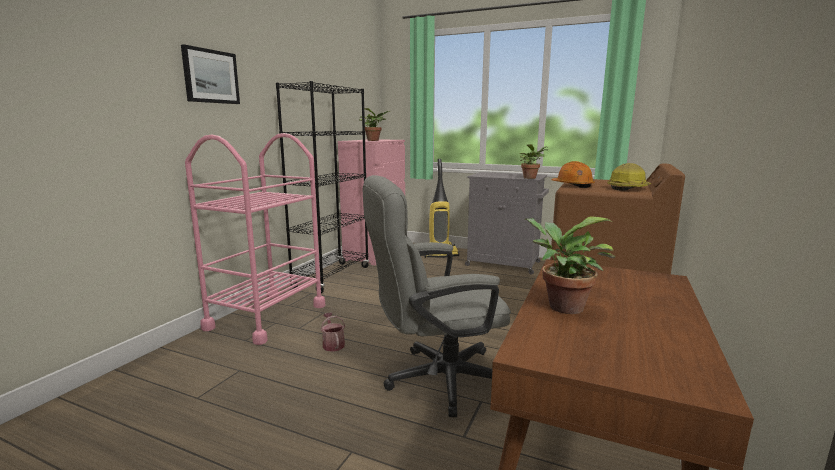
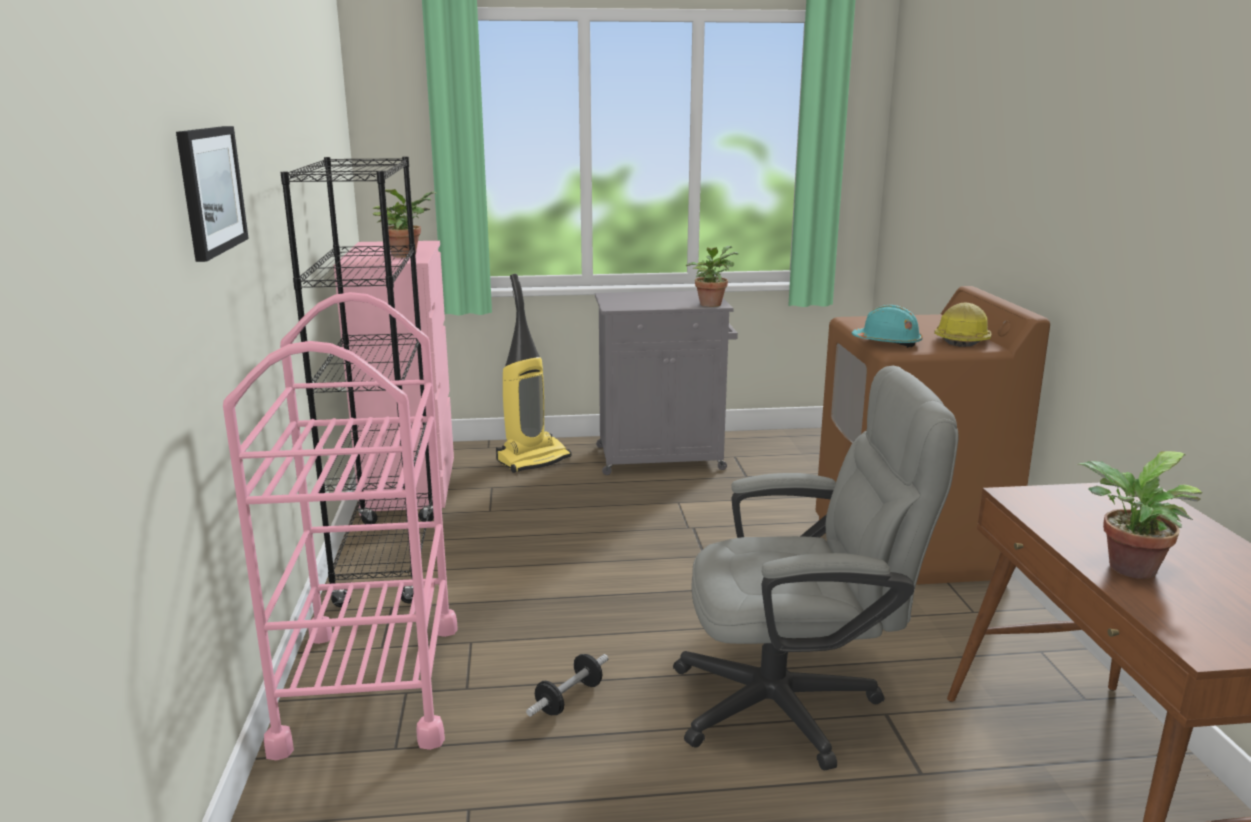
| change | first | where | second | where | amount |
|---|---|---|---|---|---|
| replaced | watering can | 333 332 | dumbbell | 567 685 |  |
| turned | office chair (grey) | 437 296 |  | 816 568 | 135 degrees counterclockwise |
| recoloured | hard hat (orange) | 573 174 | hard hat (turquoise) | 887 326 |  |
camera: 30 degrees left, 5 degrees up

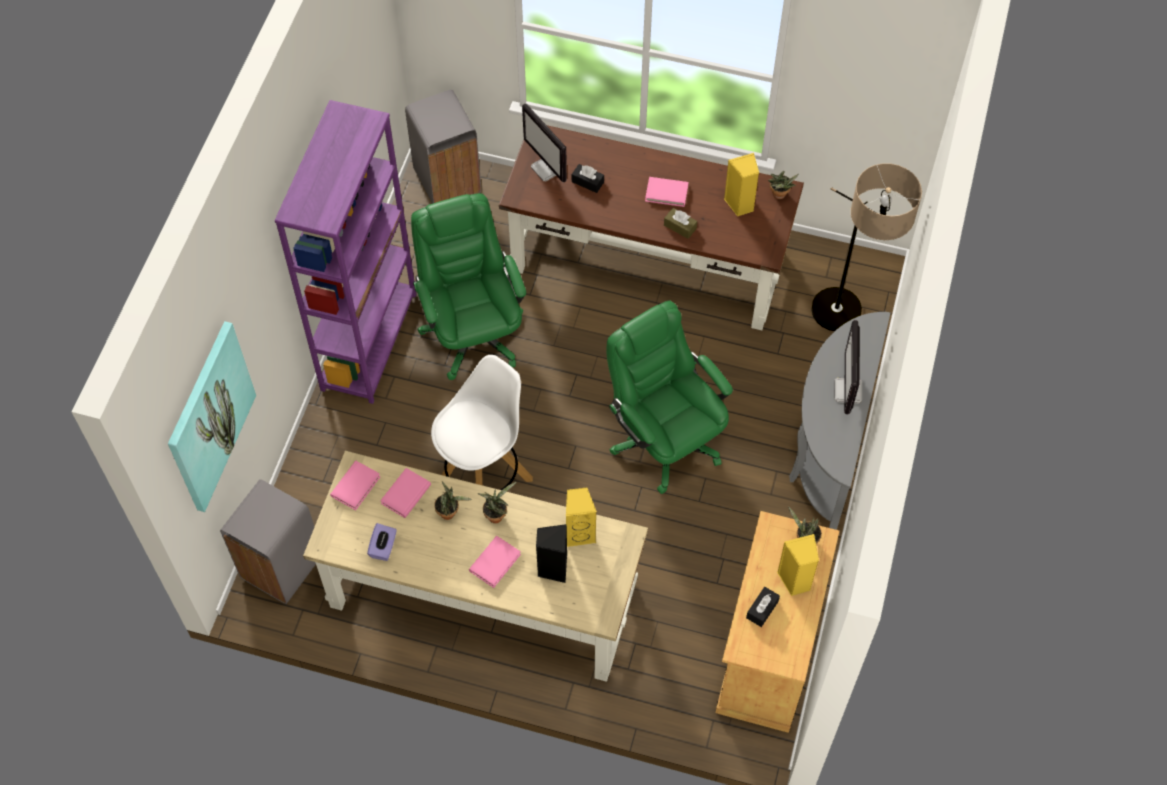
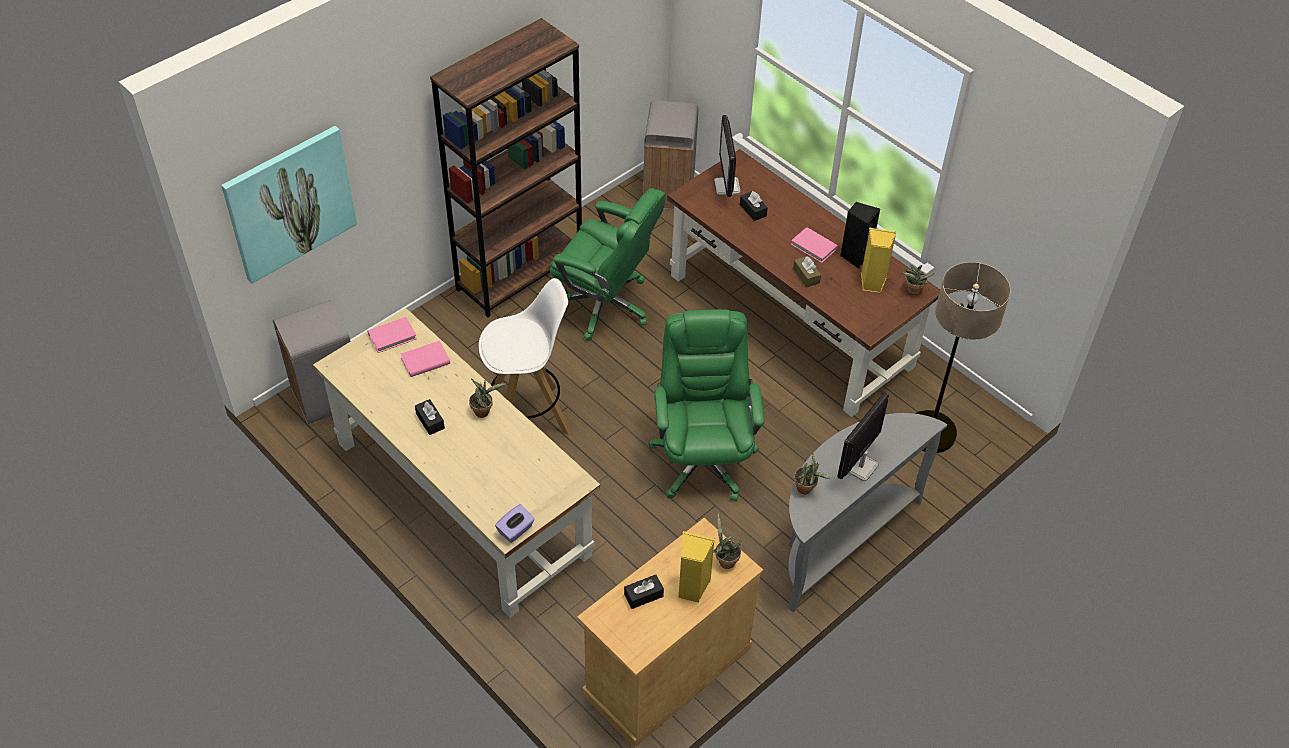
| change | first | where | second | where | amount |
|---|---|---|---|---|---|
| added |  |  | tissue box (black) | 430 417 |  |
| recoloured | bookcase (purple) | 346 252 | bookcase (brown) | 506 168 |  |
| moved | tissue box (purple) | 382 542 |  | 515 523 |  |
| turned | office chair (green) | 468 286 |  | 608 264 | 105 degrees clockwise |
| moved | potted plant | 453 501 |  | 812 473 |  |
| moved | speaker (black) | 551 553 |  | 860 235 |  |
| removed | book (pink) | 495 562 |  |  |  |
| removed | speaker (yellow) | 581 517 |  |  |  |
camera: 30 degrees right, 10 degrees down

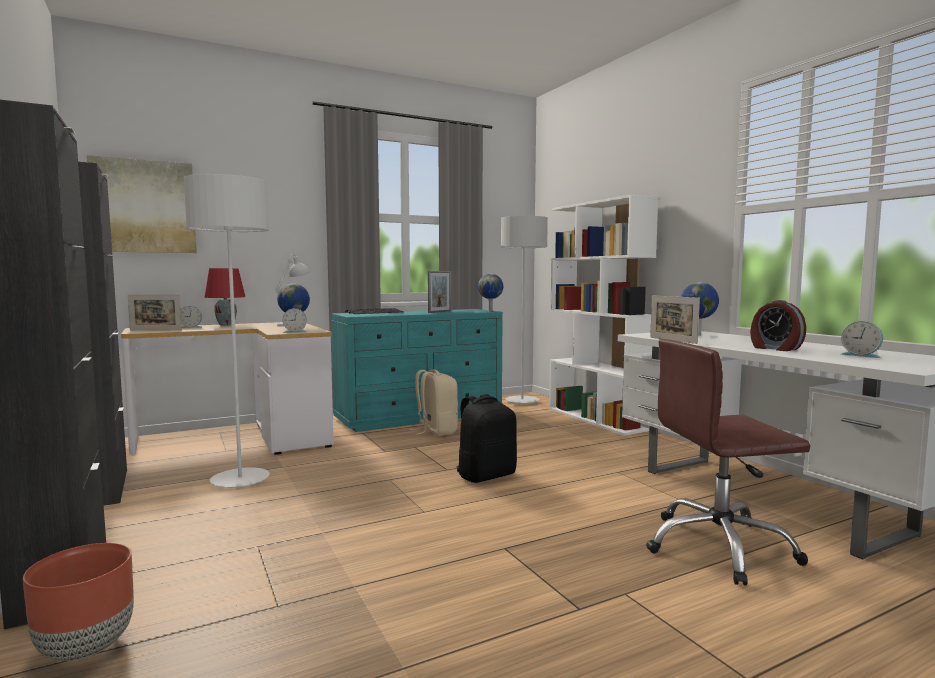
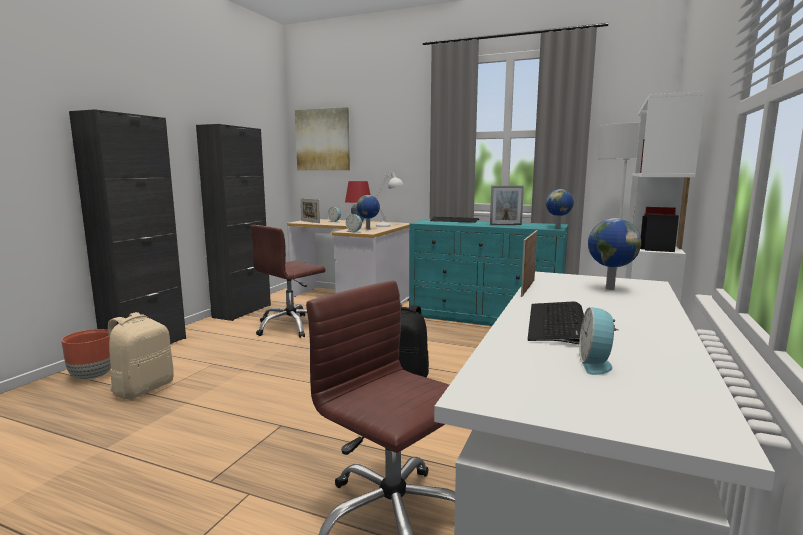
| change | first | where | second | where | amount |
|---|---|---|---|---|---|
| moved | backpack (beige) | 433 402 |  | 141 355 |  |
| replaced | floor lamp (white) | 227 331 | office chair (brown) | 287 281 |  |
| replaced | alarm clock | 778 325 | keyboard | 556 322 |  |
camera: 50 degrees right, 5 degrees up

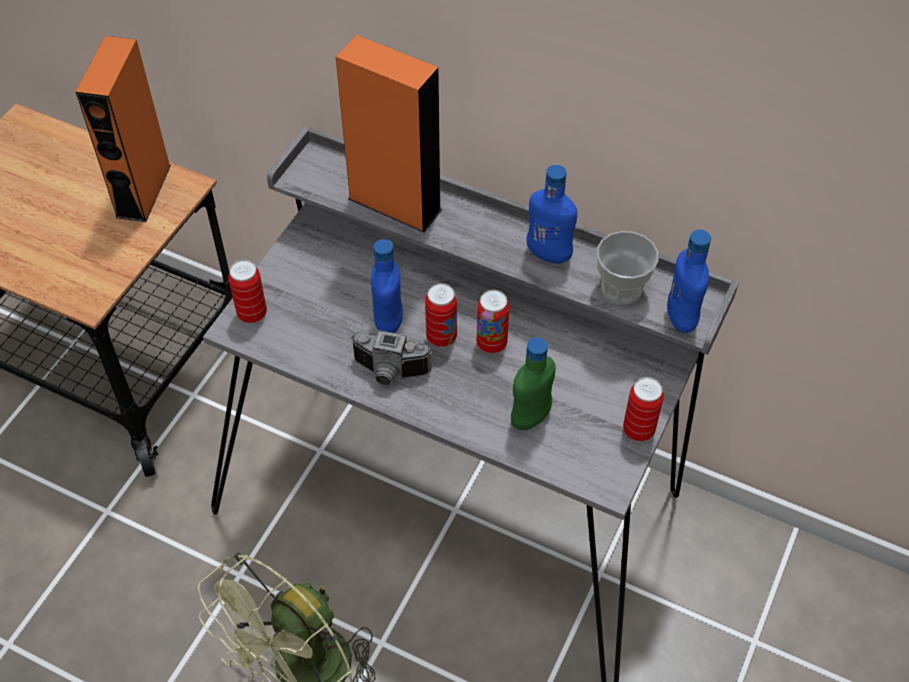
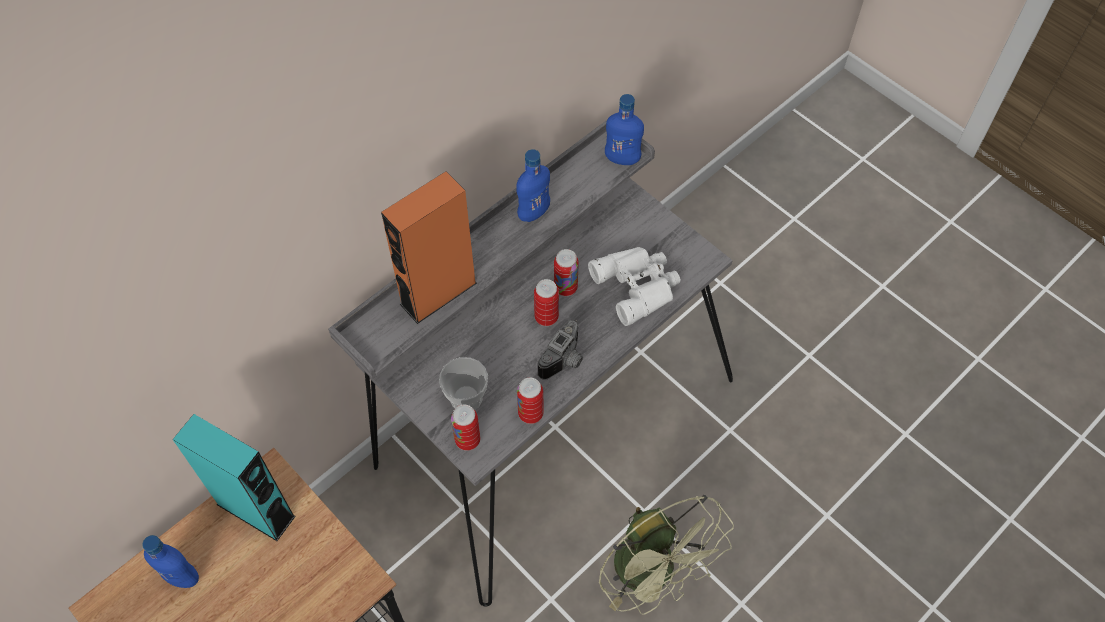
| change | first | where | second | where | amount |
|---|---|---|---|---|---|
| moved | bottle (blue) | 387 286 |  | 170 561 |  |
| recoloured | speaker (orange) | 123 129 | speaker (turquoise) | 234 477 |  |
| moved | cup | 628 268 |  | 463 383 |  |
| moved | can | 643 409 |  | 530 401 |  |
| replaced | bottle (green) | 533 383 | binoculars (white) | 634 286 |  |
camera: 70 degrees left, 5 degrees up

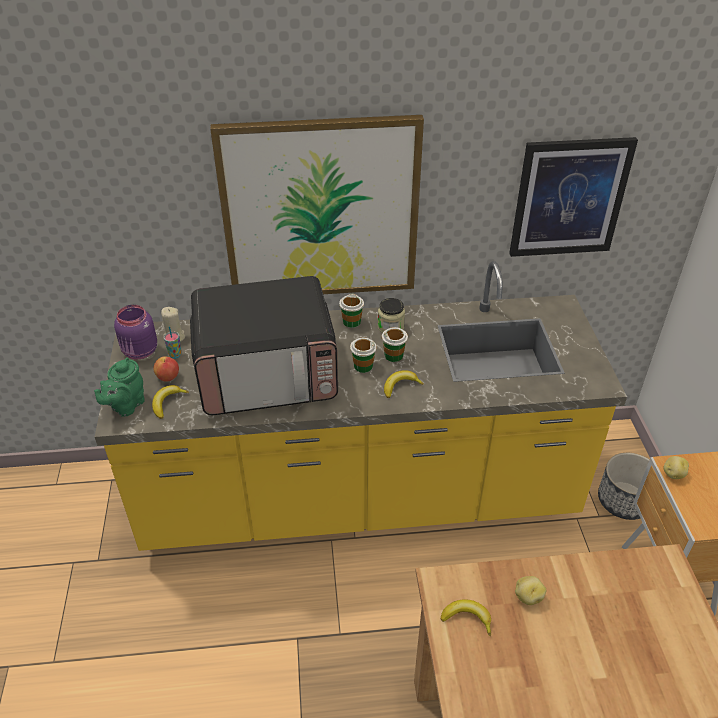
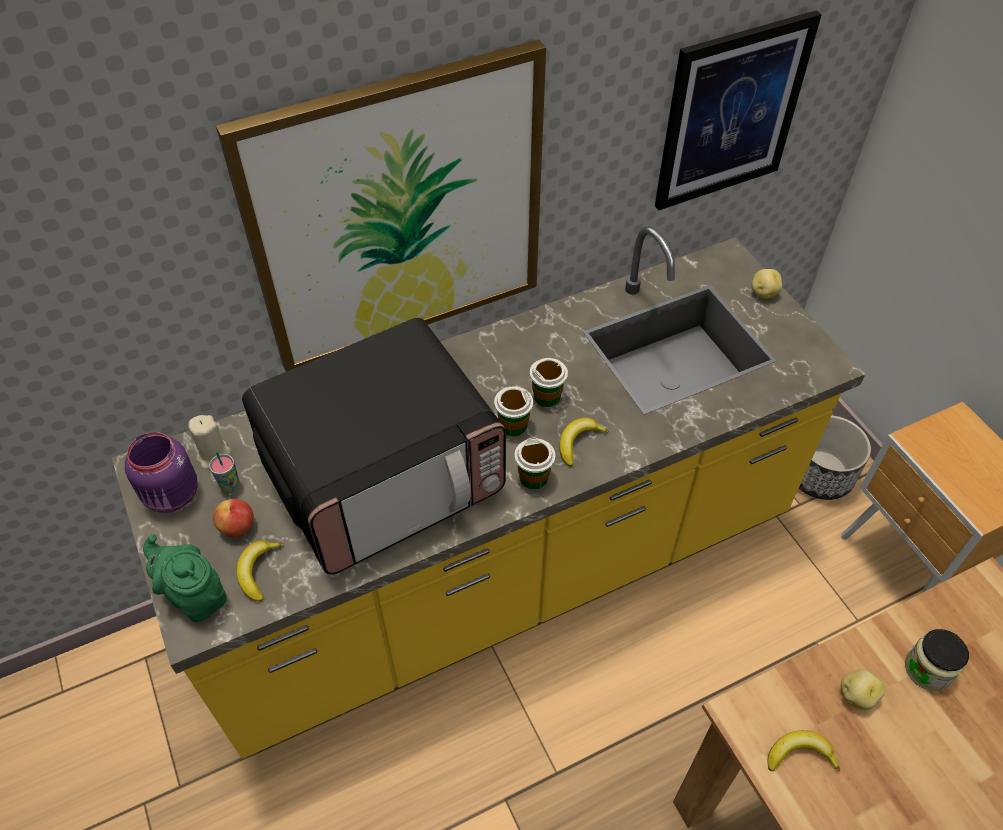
| change | first | where | second | where | amount |
|---|---|---|---|---|---|
| turned | teapot (green) | 119 387 |  | 185 578 | 120 degrees clockwise |
| moved | cup | 351 311 |  | 535 463 |  |
| moved | potato | 676 467 |  | 767 284 |  |
| moved | jar | 391 315 |  | 937 660 |  |
camera: 20 degrees left, 10 degrees up

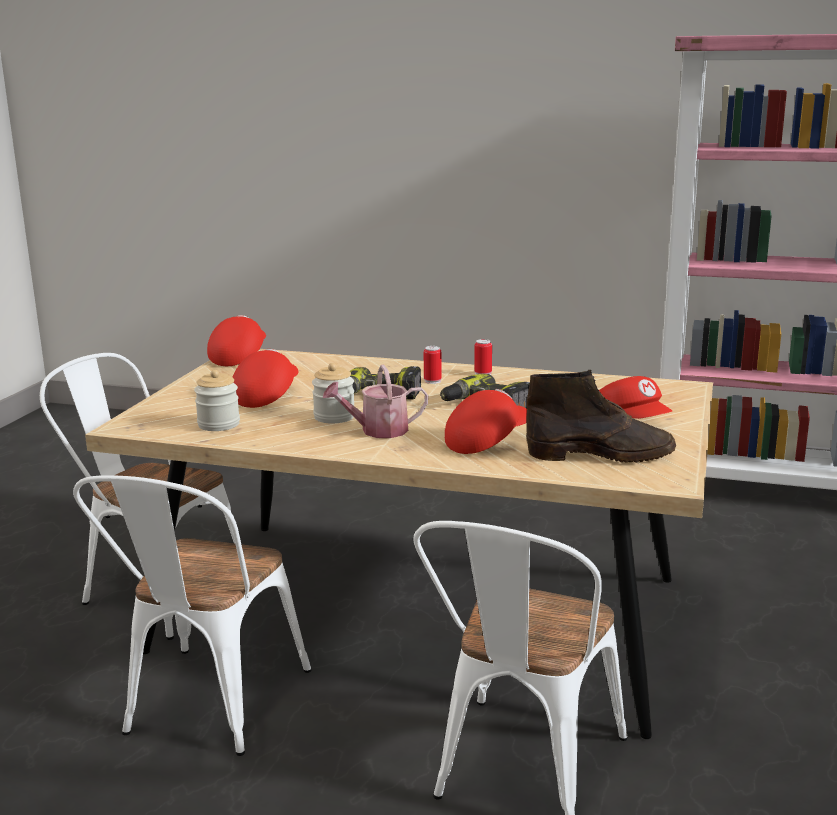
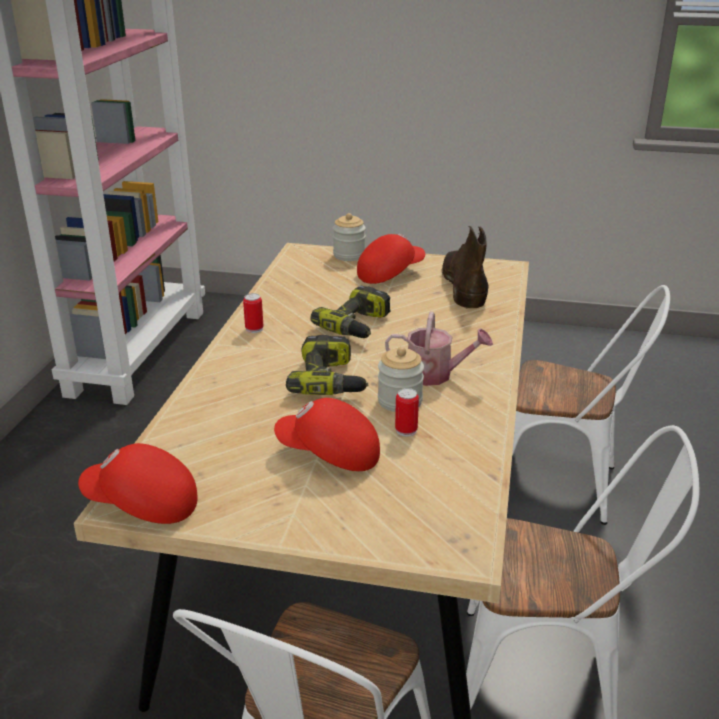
| change | first | where | second | where | amount |
|---|---|---|---|---|---|
| moved | jar | 217 400 |  | 349 237 |  |
| turned | watering can | 375 401 |  | 439 349 | 60 degrees counterclockwise |
| moved | can | 433 365 |  | 407 412 |  |
| removed | cap (red) | 486 421 |  |  |  |
camera: 95 degrees left, 10 degrees up

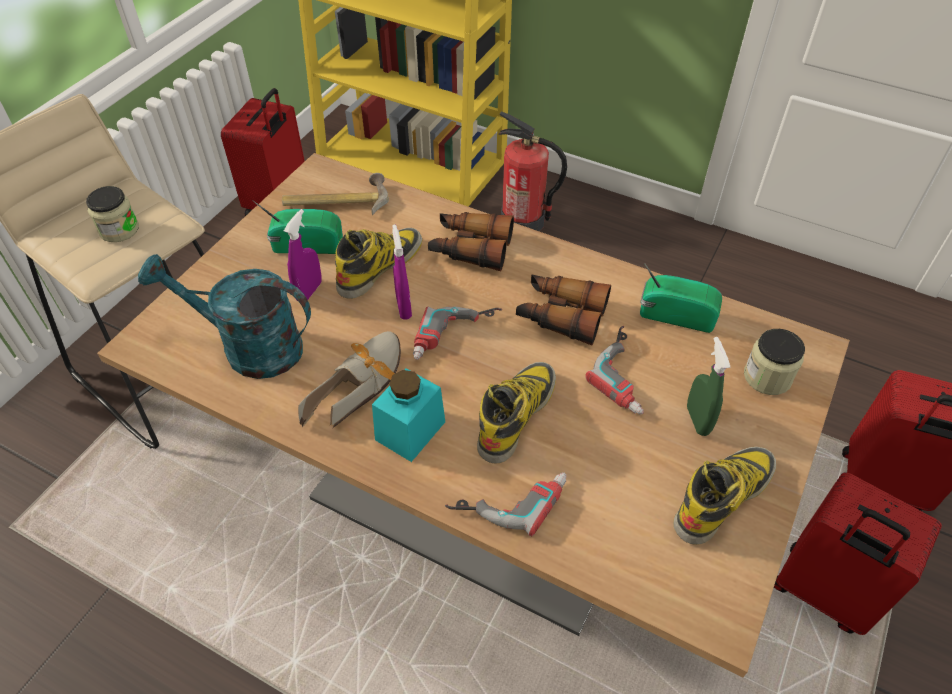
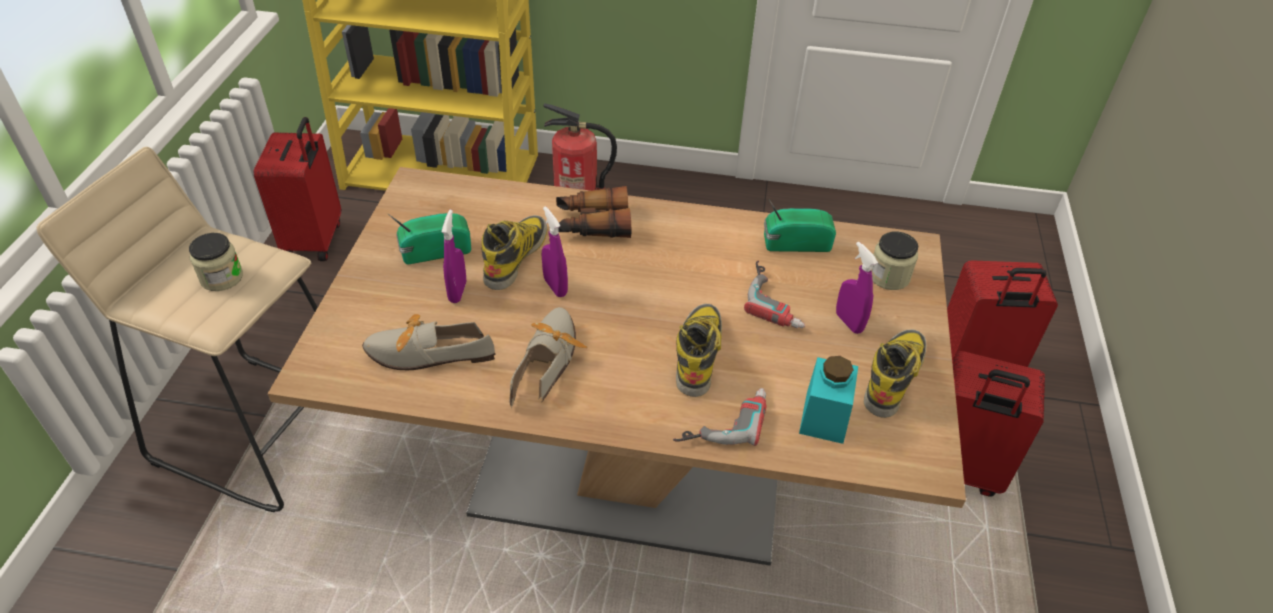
| change | first | where | second | where | amount |
|---|---|---|---|---|---|
| replaced | watering can (turquoise) | 224 316 | shoe | 429 342 |  |
| moved | jar (turquoise) | 408 415 |  | 828 400 |  |
| recoloured | spray bottle (green) | 708 386 | spray bottle (purple) | 857 288 |  |
| removed | hammer | 335 194 |  |  |  |
| removed | power drill | 457 333 |  |  |  |
| removed | binoculars | 563 310 |  |  |  |
camera: 20 degrees left, 5 degrees down

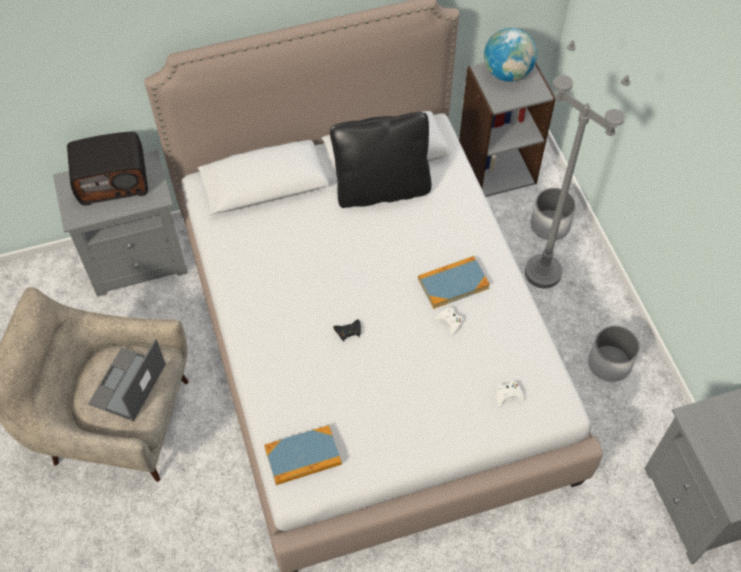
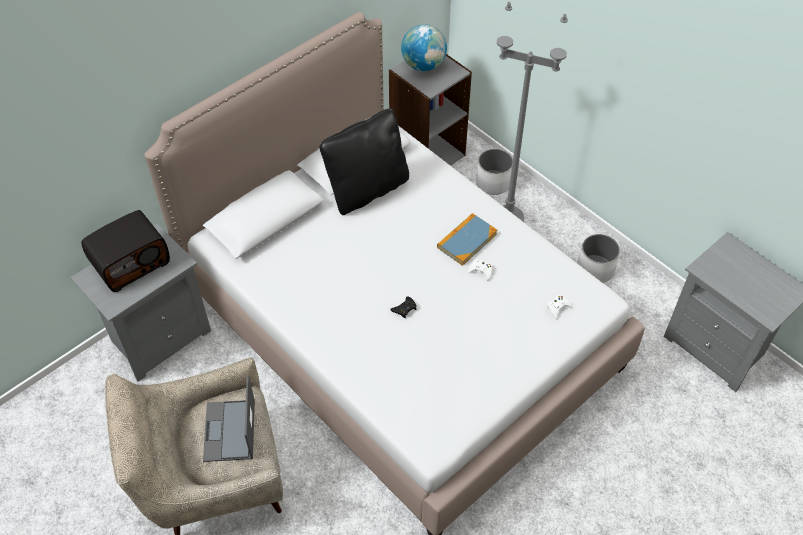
| change | first | where | second | where | amount |
|---|---|---|---|---|---|
| removed | book | 303 455 |  |  |  |
camera: 25 degrees left, 5 degrees down

